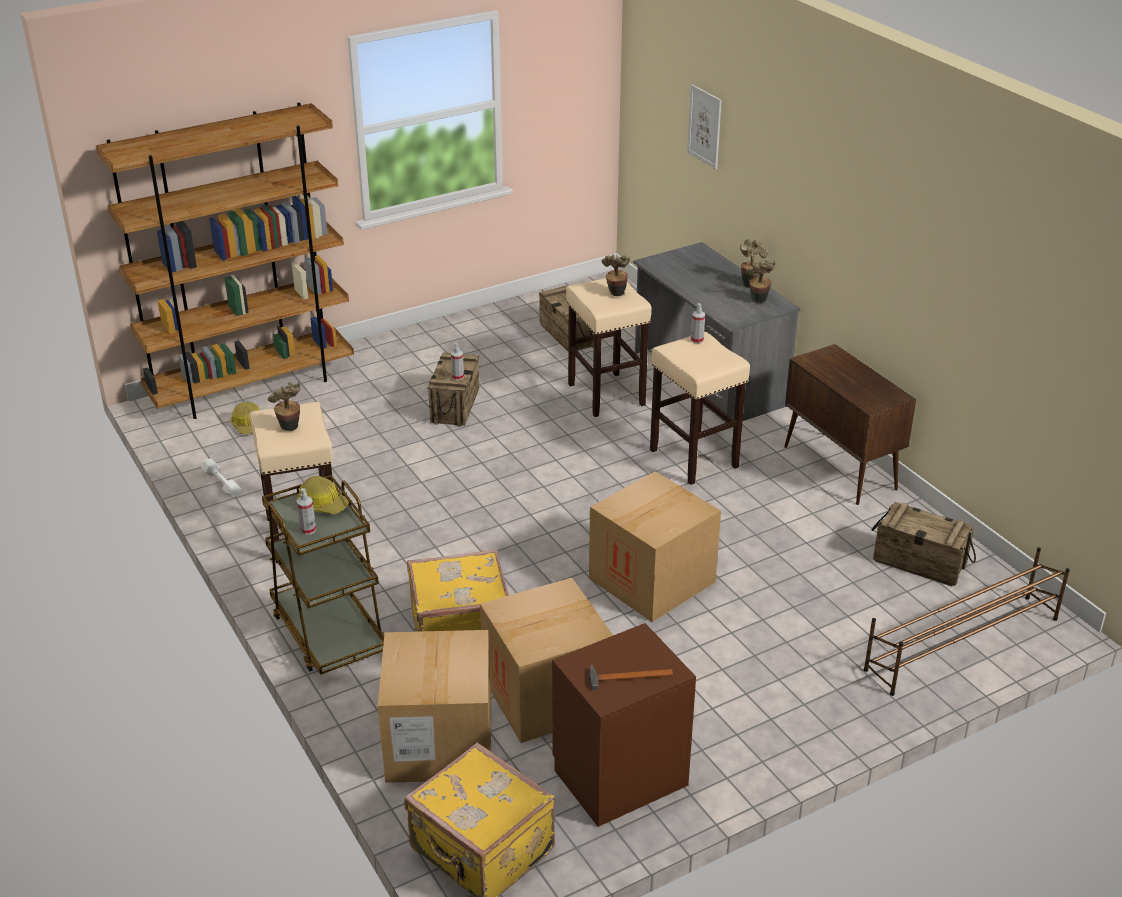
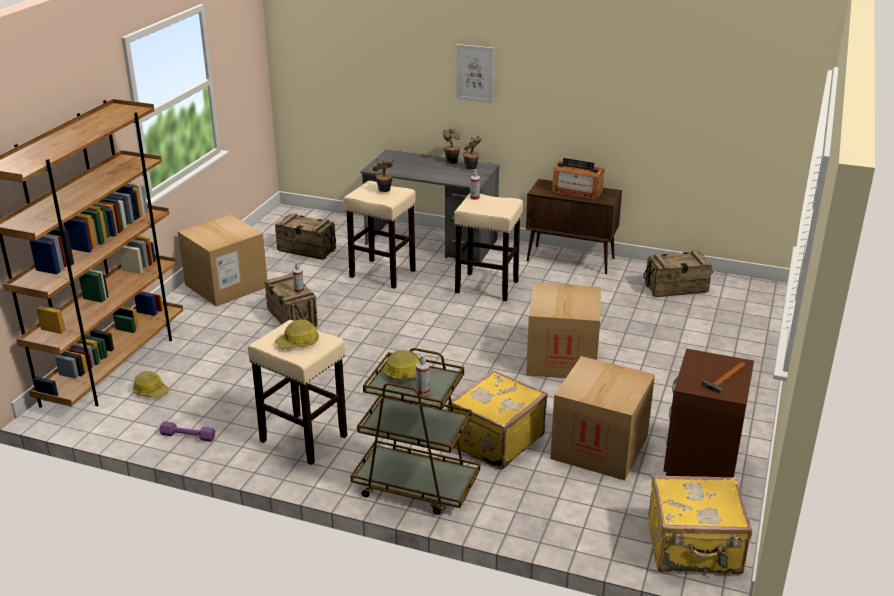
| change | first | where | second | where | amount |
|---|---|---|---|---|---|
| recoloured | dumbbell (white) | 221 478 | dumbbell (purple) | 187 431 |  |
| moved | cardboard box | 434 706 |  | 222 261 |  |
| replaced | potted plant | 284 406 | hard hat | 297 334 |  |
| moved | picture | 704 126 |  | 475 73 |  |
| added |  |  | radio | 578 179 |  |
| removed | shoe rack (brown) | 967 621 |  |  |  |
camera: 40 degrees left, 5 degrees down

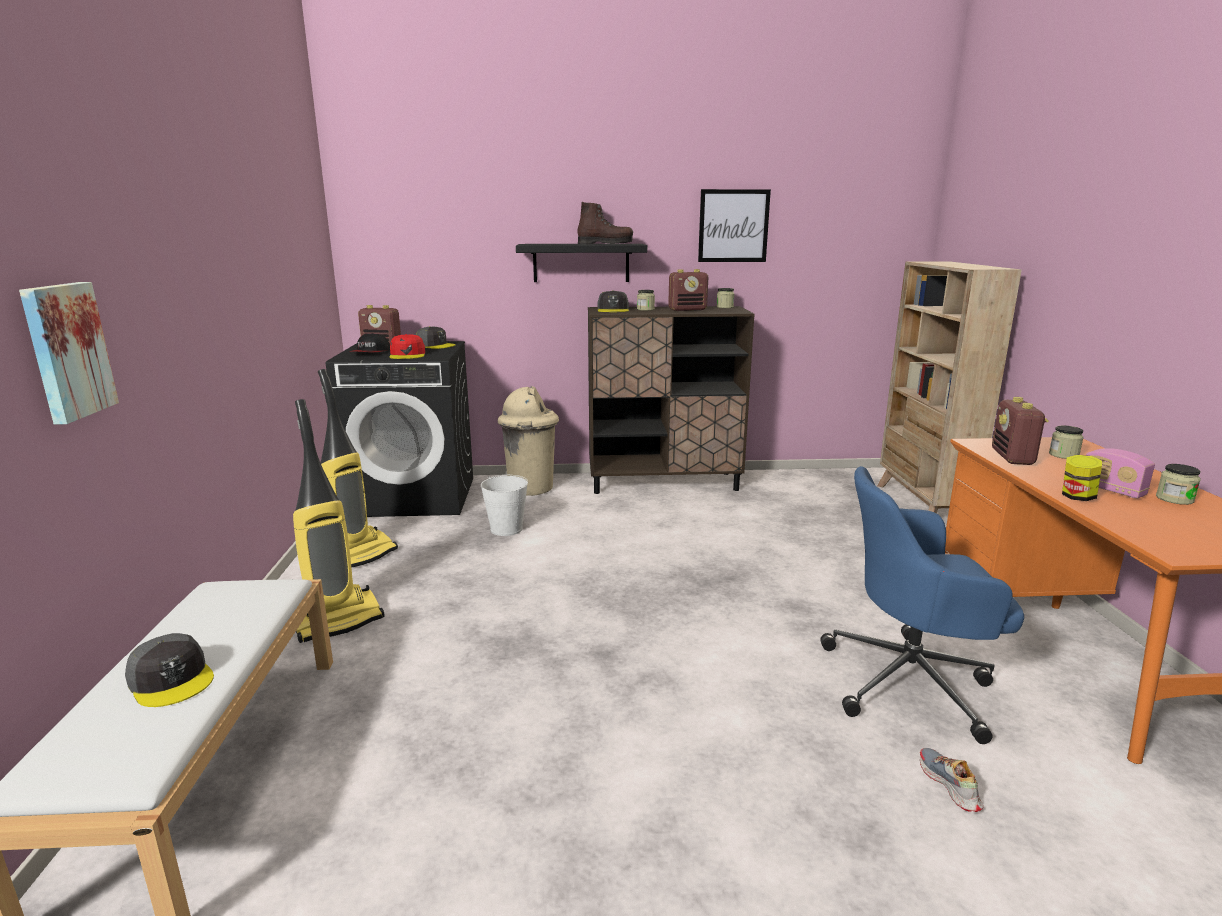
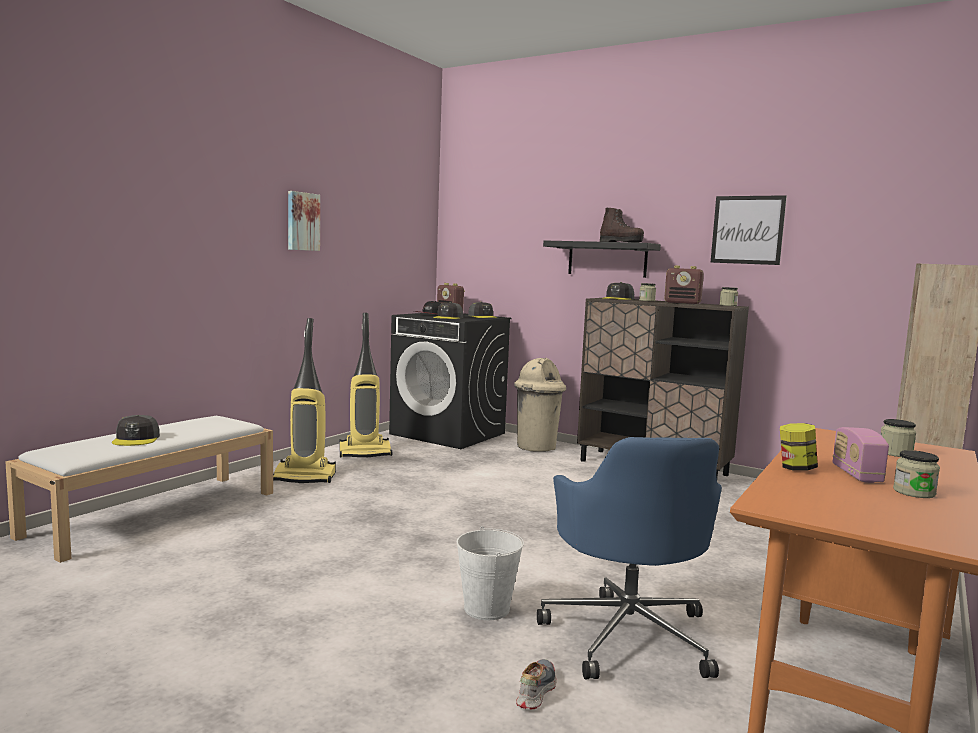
| change | first | where | second | where | amount |
|---|---|---|---|---|---|
| moved | picture | 69 353 |  | 304 221 |  |
| recoloured | cap (red) | 407 346 | cap (grey) | 448 310 |  |
| moved | bucket (white) | 504 505 |  | 490 573 |  |
| turned | office chair (blue) | 922 605 |  | 629 558 | 135 degrees counterclockwise |
| removed | radio | 1020 431 |  |  |  |
camera: 35 degrees right, 10 degrees down

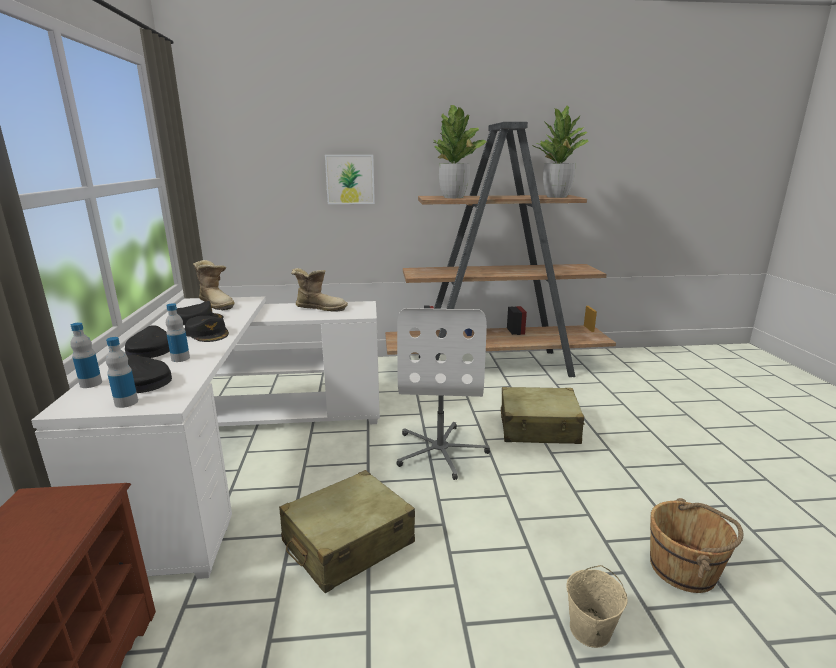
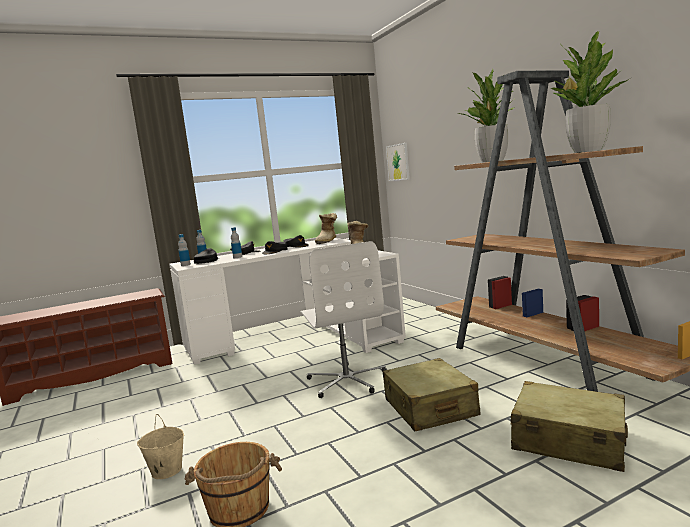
| change | first | where | second | where | amount |
|---|---|---|---|---|---|
| turned | office chair (white) | 443 394 |  | 343 319 | 90 degrees counterclockwise |
| moved | picture | 350 179 |  | 398 162 |  |
| moved | suitcase (beige) | 347 531 |  | 569 426 |  |
camera: 70 degrees right, 10 degrees down

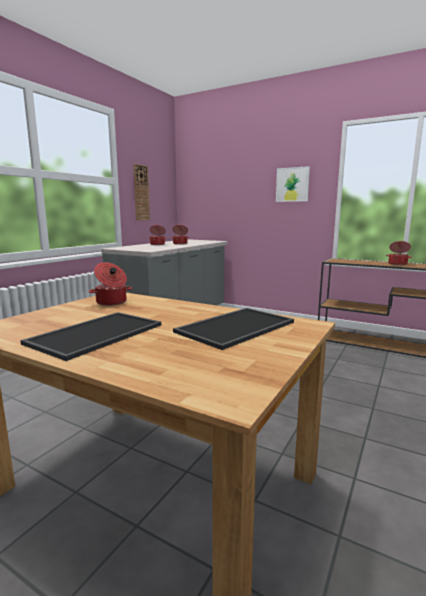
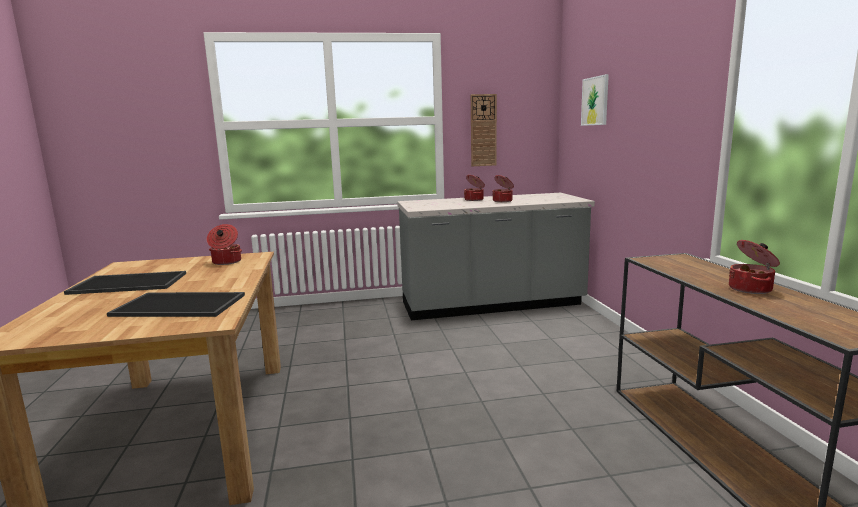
| change | first | where | second | where | amount |
|---|---|---|---|---|---|
| moved | picture | 293 184 |  | 595 100 |  |
camera: 50 degrees right, 0 degrees up

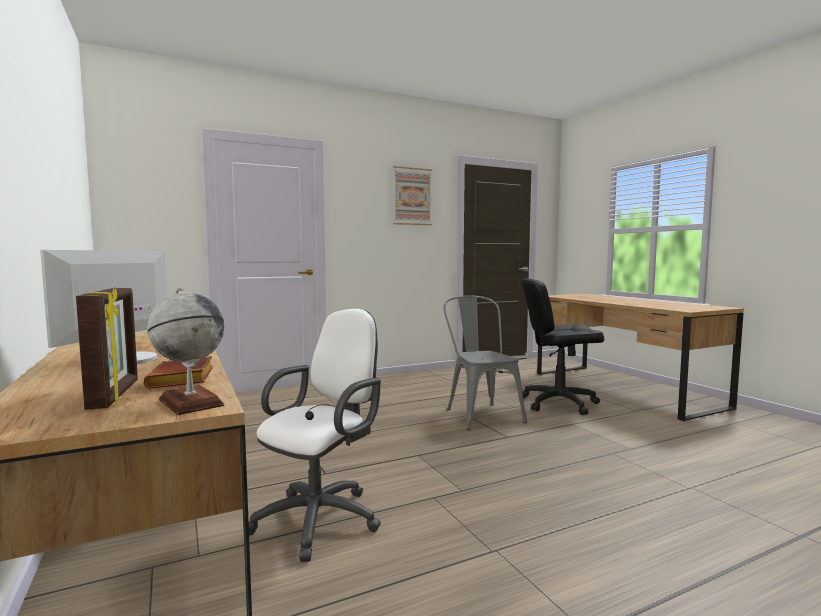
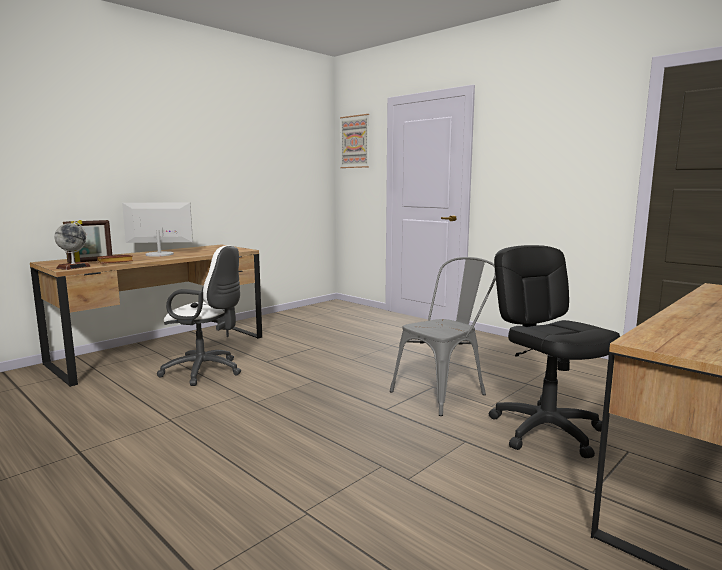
| change | first | where | second | where | amount |
|---|---|---|---|---|---|
| moved | picture | 412 195 |  | 354 141 |  |
camera: 70 degrees right, 5 degrees up

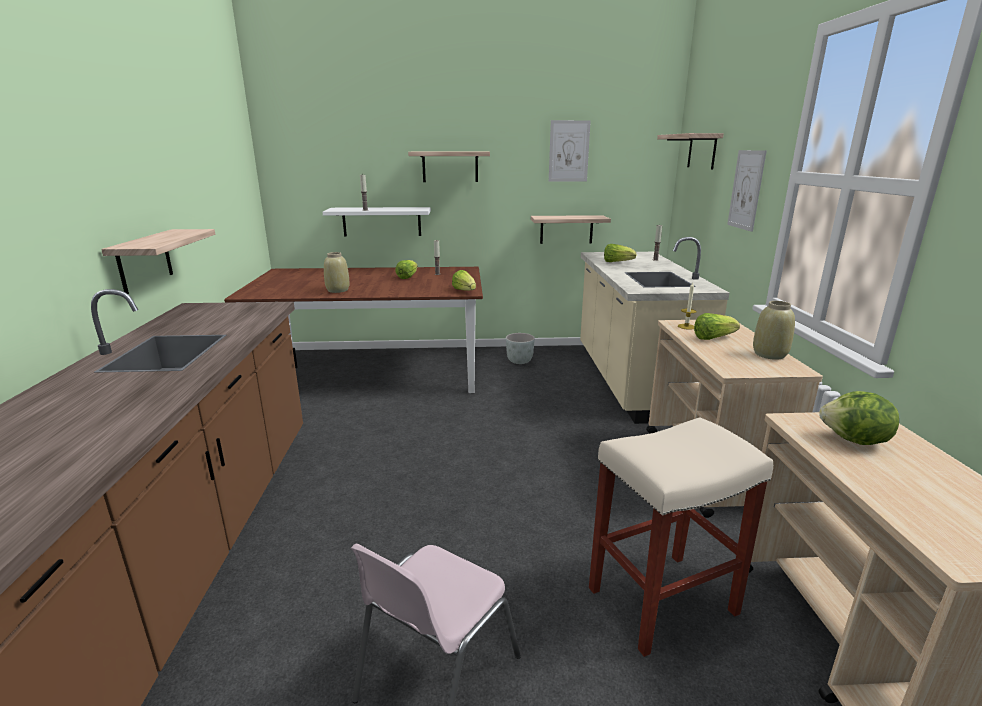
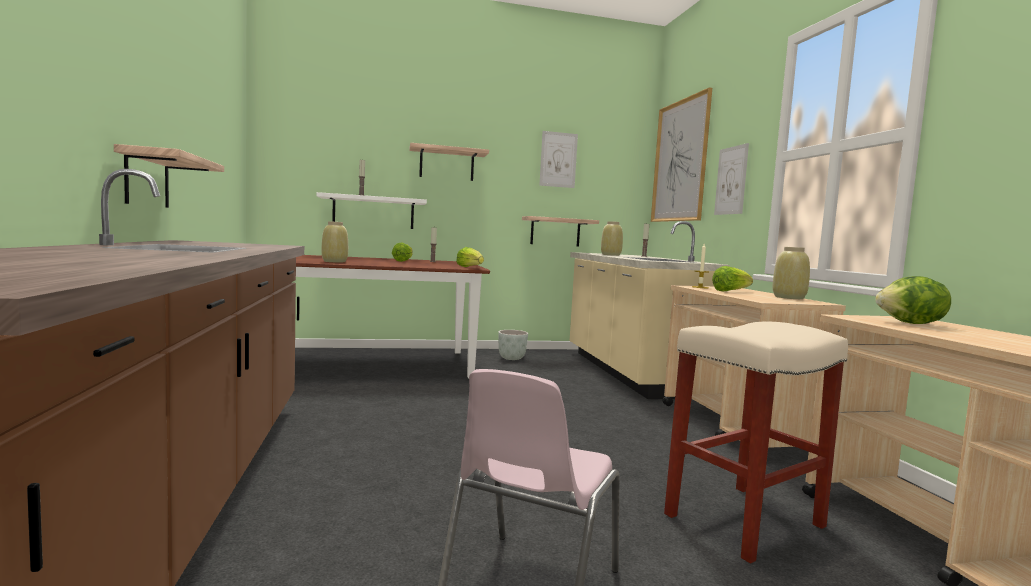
| change | first | where | second | where | amount |
|---|---|---|---|---|---|
| replaced | lettuce | 620 253 | vase (beige) | 612 238 |  |
| replaced | shelf | 690 151 | picture | 681 154 |  |
camera: 10 degrees left, 15 degrees down

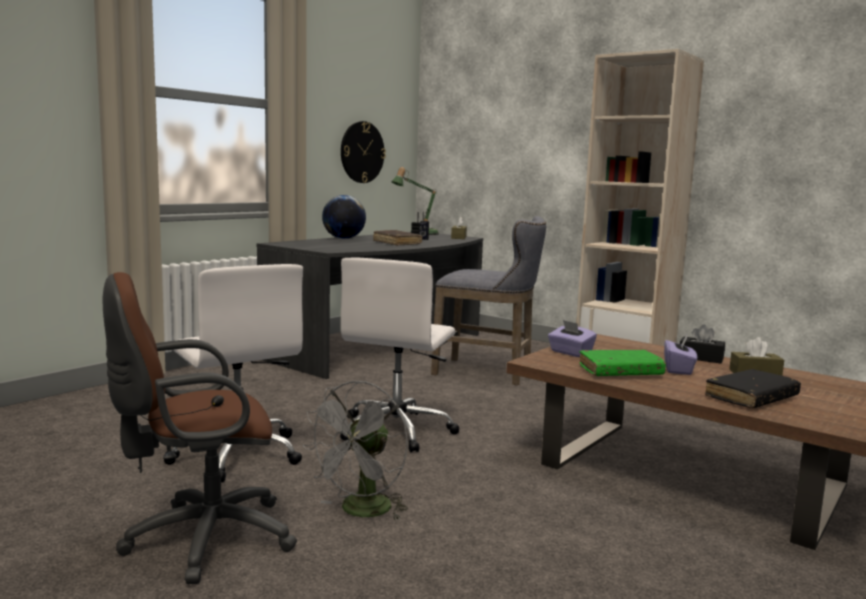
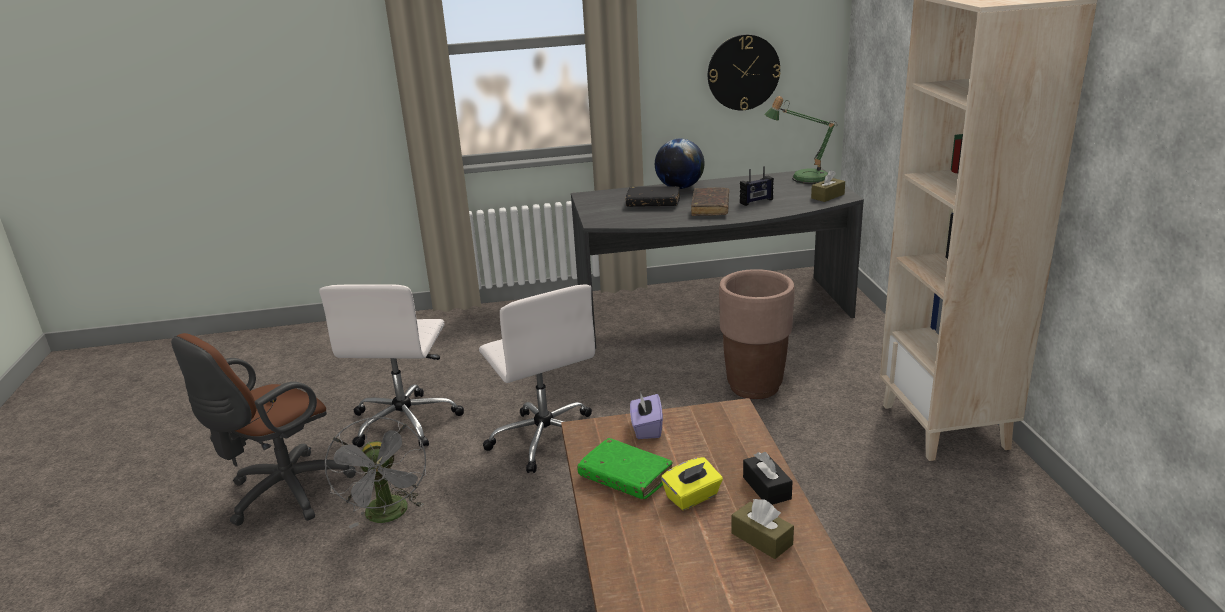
| change | first | where | second | where | amount |
|---|---|---|---|---|---|
| turned | office chair (brown) | 199 428 |  | 263 429 | 75 degrees counterclockwise |
| turned | fan (grey) | 355 451 |  | 375 473 | 90 degrees counterclockwise |
| turned | office chair (white) | 399 355 |  | 537 378 | 90 degrees counterclockwise |
| moved | book (black) | 753 388 |  | 652 196 |  |
| recoloured | tissue box (purple) | 680 355 | tissue box (yellow) | 692 483 |  |
| replaced | stool (grey) | 489 300 | planter (brown) | 756 334 |  |
camera: 45 degrees right, 15 degrees up

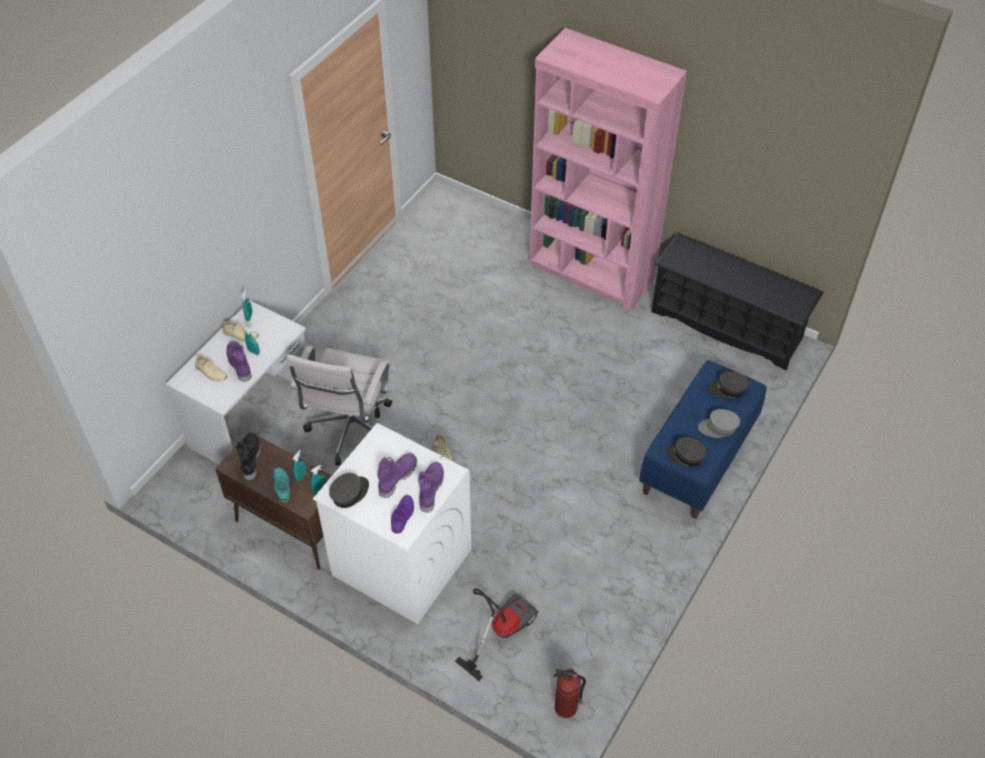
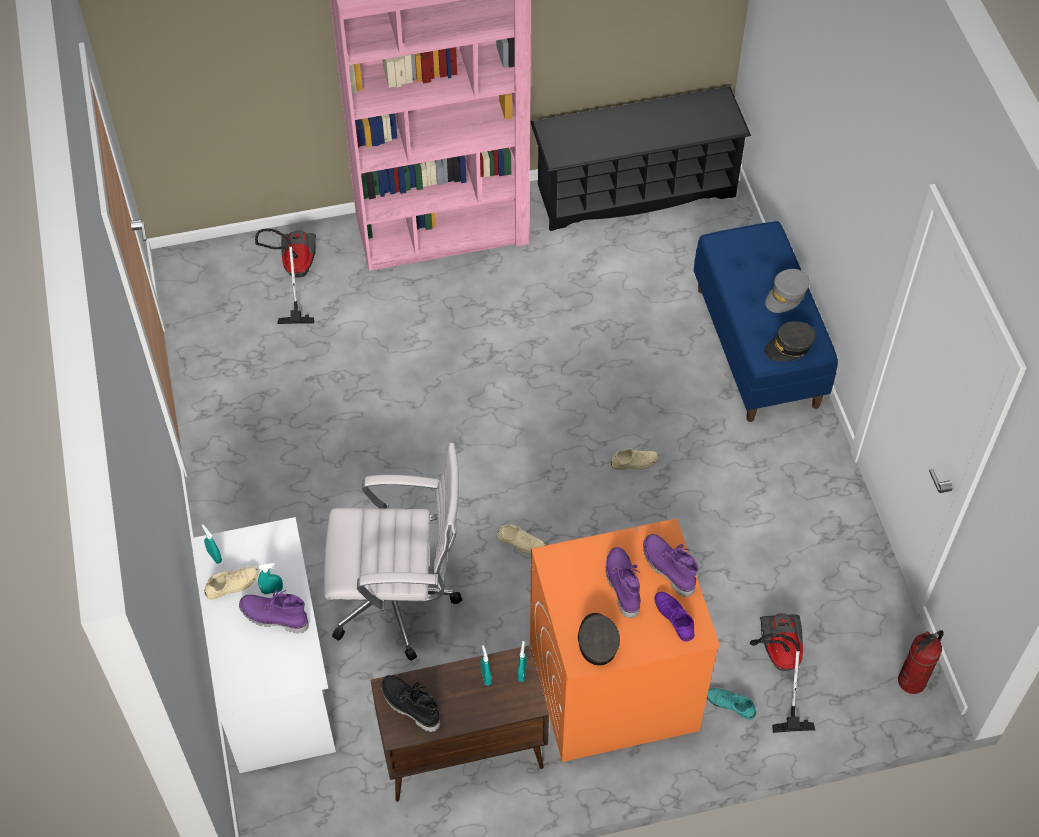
| change | first | where | second | where | amount |
|---|---|---|---|---|---|
| added |  |  | vacuum cleaner | 285 276 |  |
| turned | office chair (white) | 339 405 |  | 393 552 | 60 degrees counterclockwise |
| recoloured | washing machine (white) | 392 523 | washing machine (orange) | 625 640 |  |
| moved | shoe (beige) | 211 369 |  | 634 459 |  |
| moved | shoe (turquoise) | 281 484 |  | 731 704 |  |
| removed | cap (grey) | 728 385 |  |  |  |
camera: 45 degrees left, 5 degrees up

